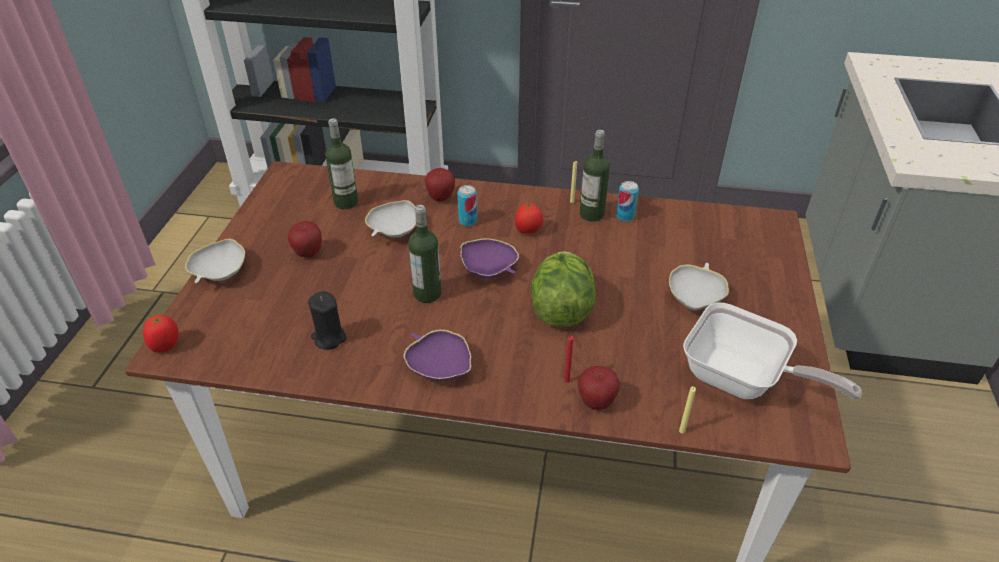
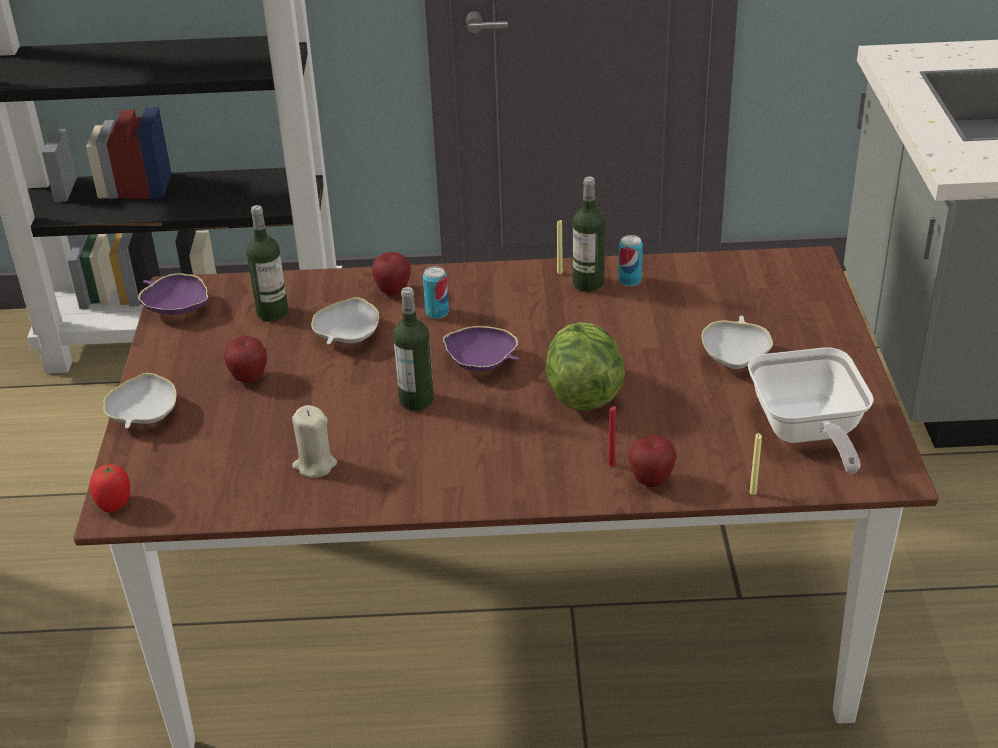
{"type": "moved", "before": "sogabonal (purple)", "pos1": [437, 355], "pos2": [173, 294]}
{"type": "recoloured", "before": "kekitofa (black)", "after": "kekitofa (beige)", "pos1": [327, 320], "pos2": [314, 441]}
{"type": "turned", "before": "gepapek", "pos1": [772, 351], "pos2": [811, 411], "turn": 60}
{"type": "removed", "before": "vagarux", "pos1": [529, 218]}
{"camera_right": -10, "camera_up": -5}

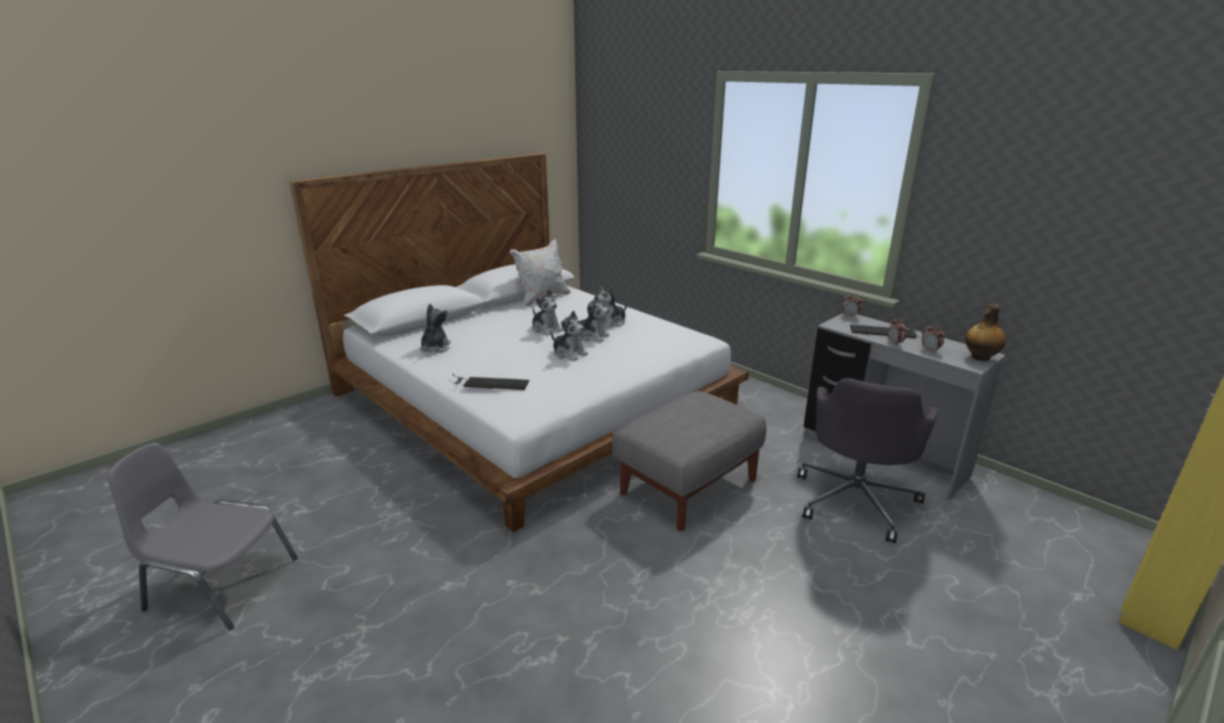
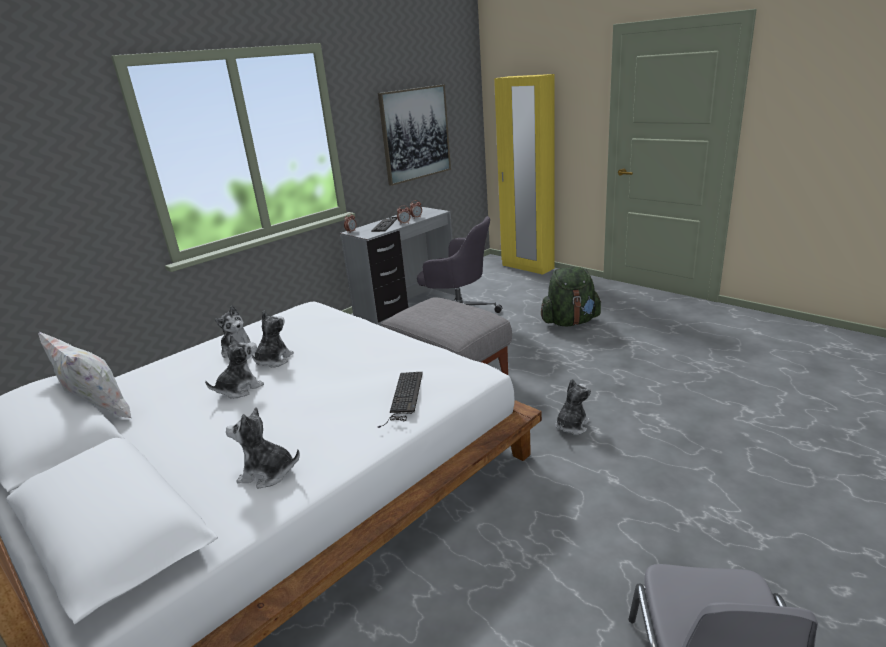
{"type": "added", "after": "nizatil", "pos2": [414, 135]}
{"type": "added", "after": "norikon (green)", "pos2": [571, 296]}
{"type": "moved", "before": "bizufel", "pos1": [569, 336], "pos2": [573, 407]}
{"type": "removed", "before": "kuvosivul", "pos1": [985, 332]}
{"camera_right": -90, "camera_up": 0}

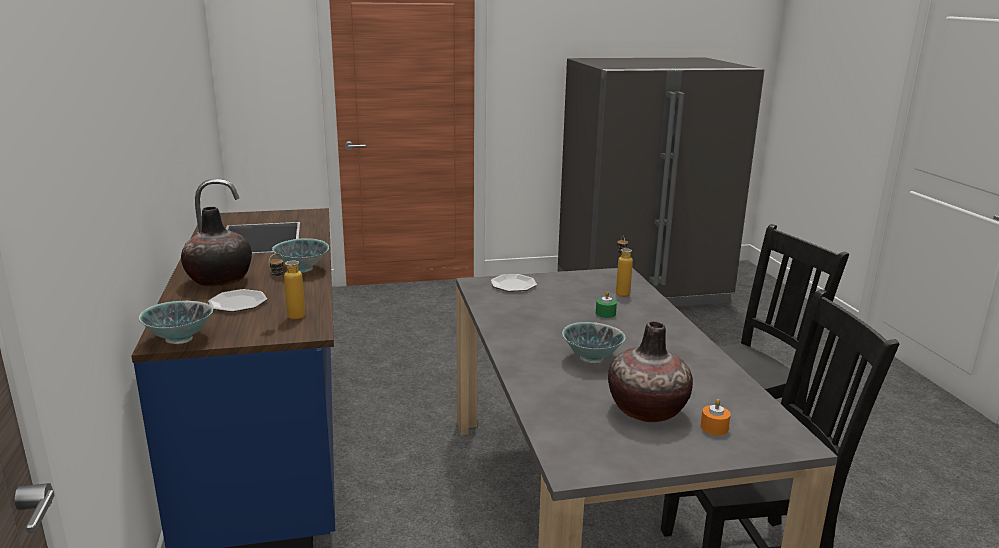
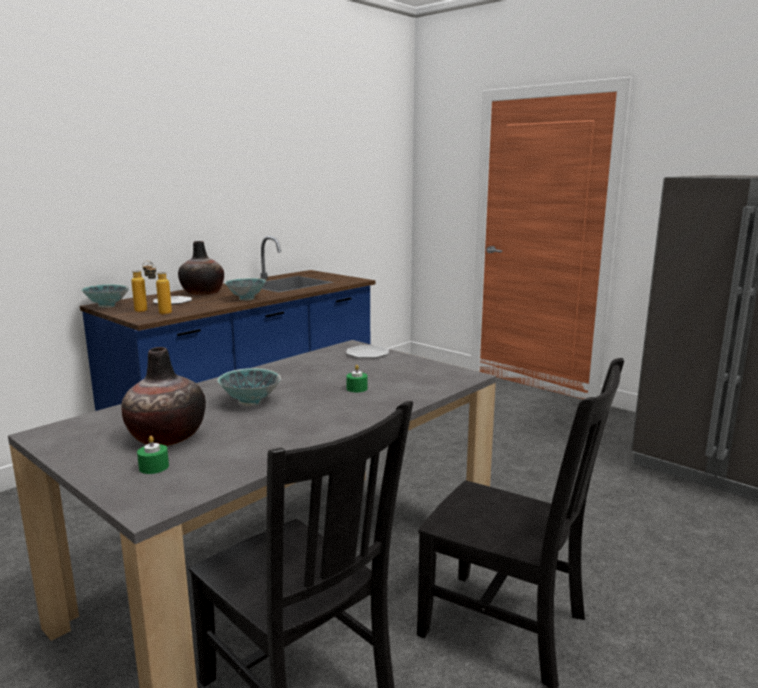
{"type": "moved", "before": "kuvosivul", "pos1": [624, 266], "pos2": [142, 286]}
{"type": "recoloured", "before": "kekitofa (orange)", "after": "kekitofa (green)", "pos1": [715, 417], "pos2": [153, 455]}
{"camera_right": 55, "camera_up": -5}

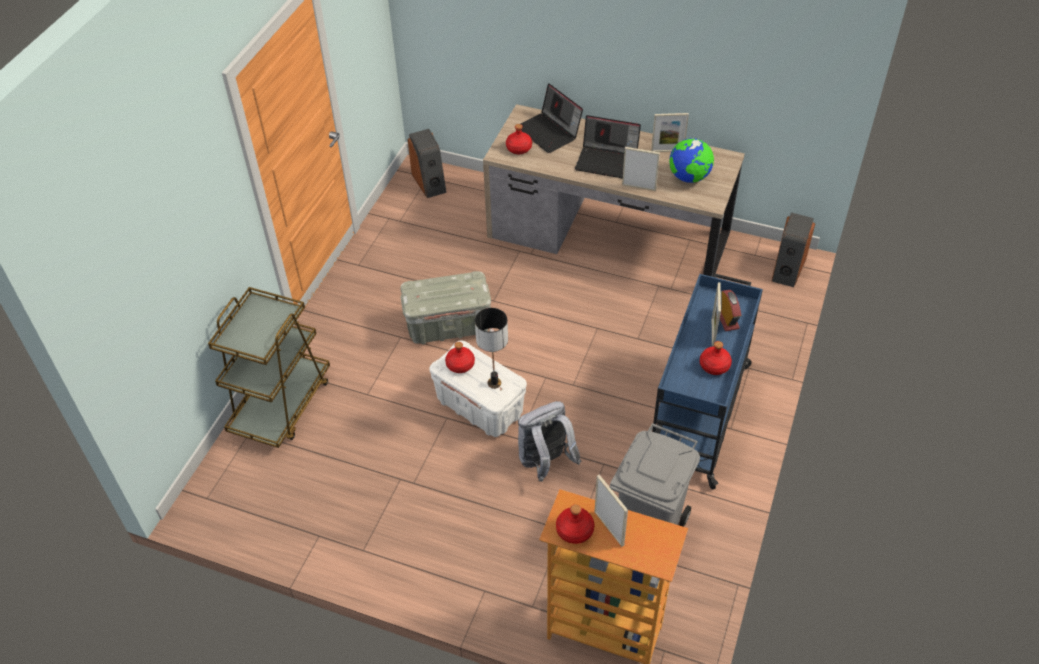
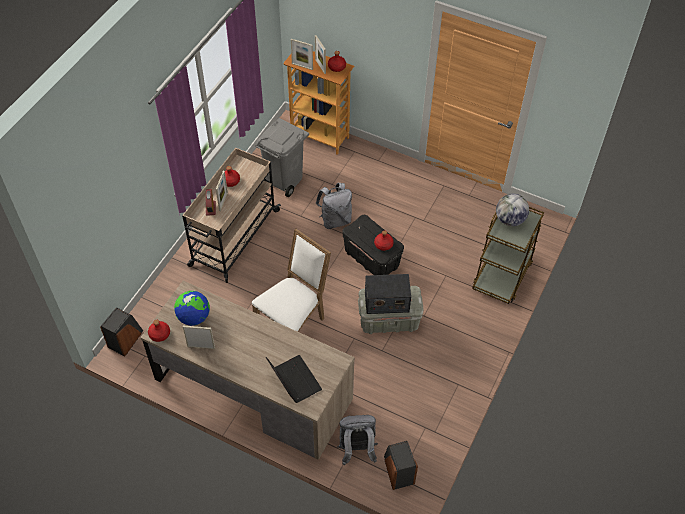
{"type": "moved", "before": "kuvosivul (red)", "pos1": [519, 139], "pos2": [159, 331]}
{"type": "recoloured", "before": "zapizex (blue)", "after": "zapizex (beige)", "pos1": [707, 382], "pos2": [231, 215]}
{"type": "added", "after": "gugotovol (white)", "pos2": [291, 280]}
{"type": "moved", "before": "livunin", "pos1": [641, 169], "pos2": [302, 54]}
{"type": "added", "after": "norikon (grey)", "pos2": [357, 440]}
{"type": "recoloured", "before": "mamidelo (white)", "after": "mamidelo (black)", "pos1": [478, 388], "pos2": [373, 245]}
{"type": "added", "after": "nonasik", "pos2": [388, 294]}
{"type": "added", "after": "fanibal", "pos2": [512, 210]}
{"type": "removed", "before": "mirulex", "pos1": [491, 348]}
{"type": "removed", "before": "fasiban", "pos1": [608, 147]}
{"camera_right": -175, "camera_up": 5}

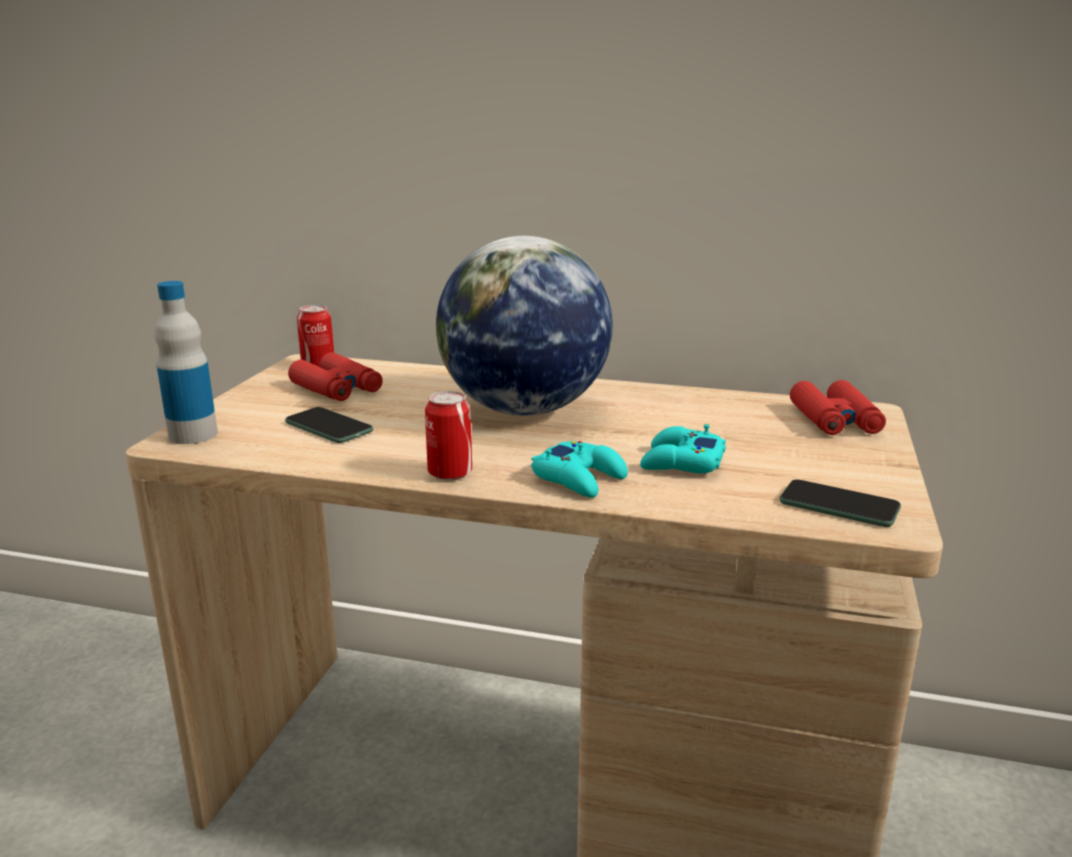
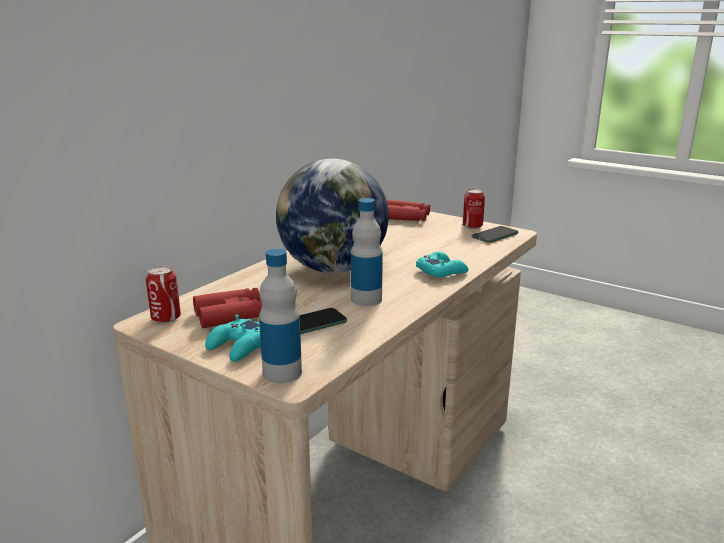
{"type": "moved", "before": "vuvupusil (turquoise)", "pos1": [683, 448], "pos2": [233, 338]}
{"type": "added", "after": "kuvosivul", "pos2": [367, 252]}
{"type": "moved", "before": "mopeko", "pos1": [448, 435], "pos2": [474, 209]}
{"camera_right": -70, "camera_up": 0}

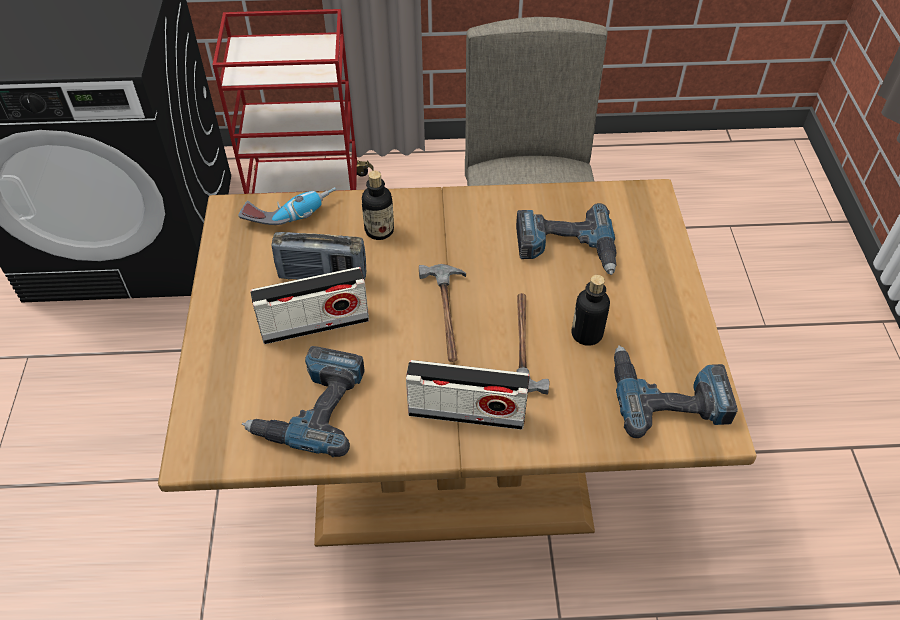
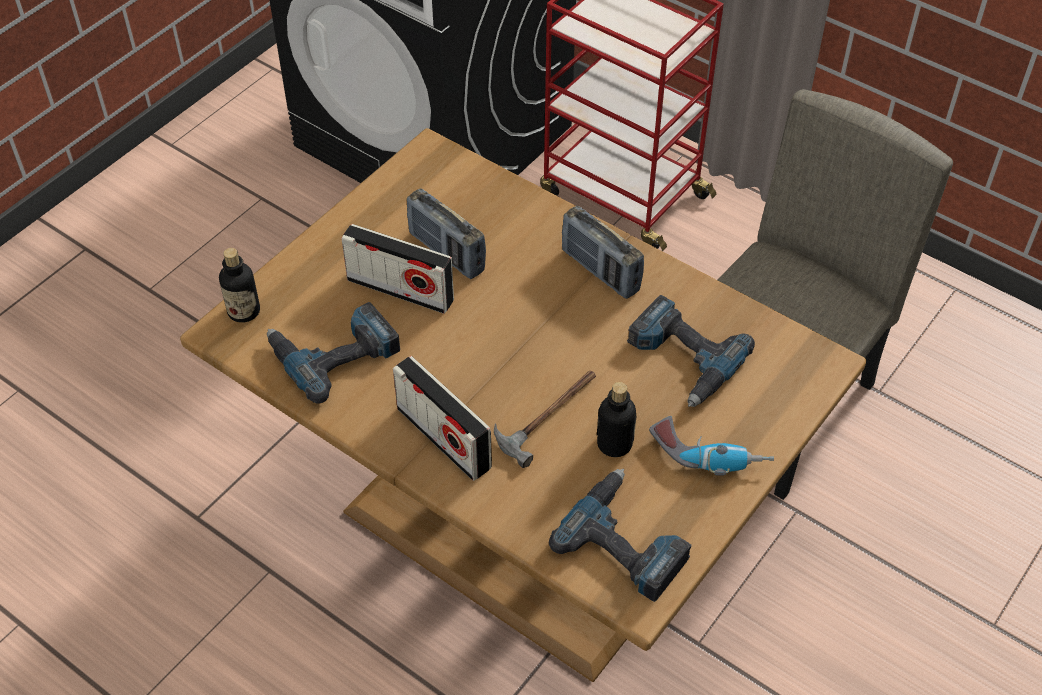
{"type": "moved", "before": "kuvosivul", "pos1": [378, 205], "pos2": [239, 285]}
{"type": "added", "after": "nonasik", "pos2": [603, 252]}
{"type": "moved", "before": "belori", "pos1": [287, 206], "pos2": [711, 445]}
{"type": "removed", "before": "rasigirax", "pos1": [442, 313]}
{"camera_right": 40, "camera_up": 0}

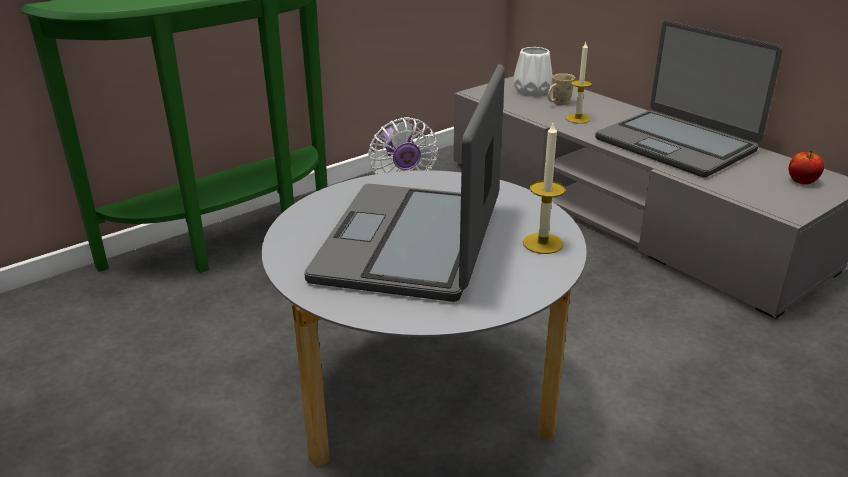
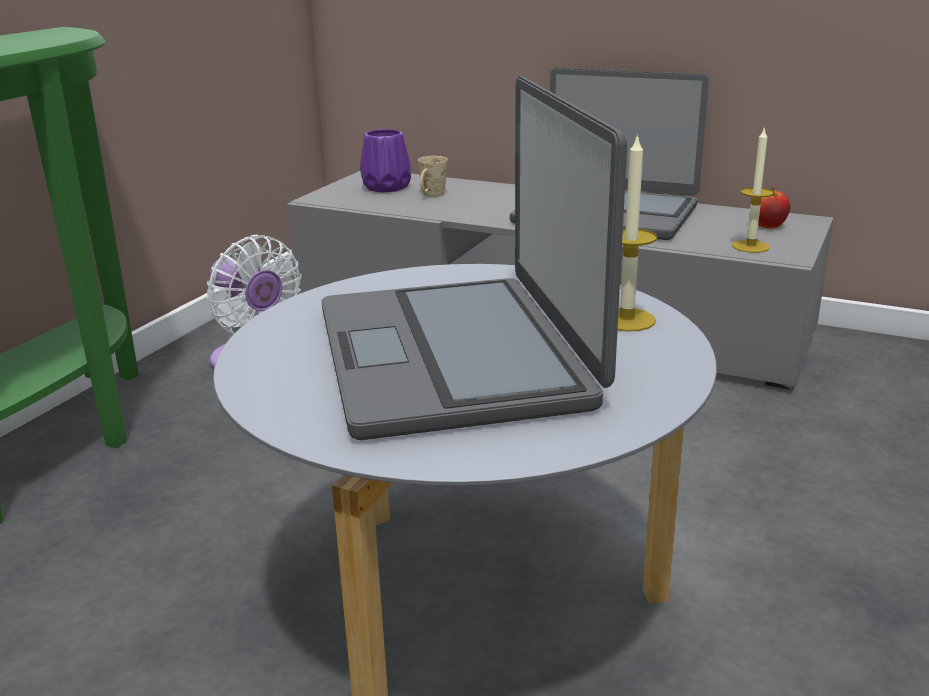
{"type": "recoloured", "before": "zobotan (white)", "after": "zobotan (purple)", "pos1": [533, 71], "pos2": [385, 161]}
{"type": "moved", "before": "kekitofa", "pos1": [579, 83], "pos2": [753, 190]}
{"camera_right": -25, "camera_up": -5}

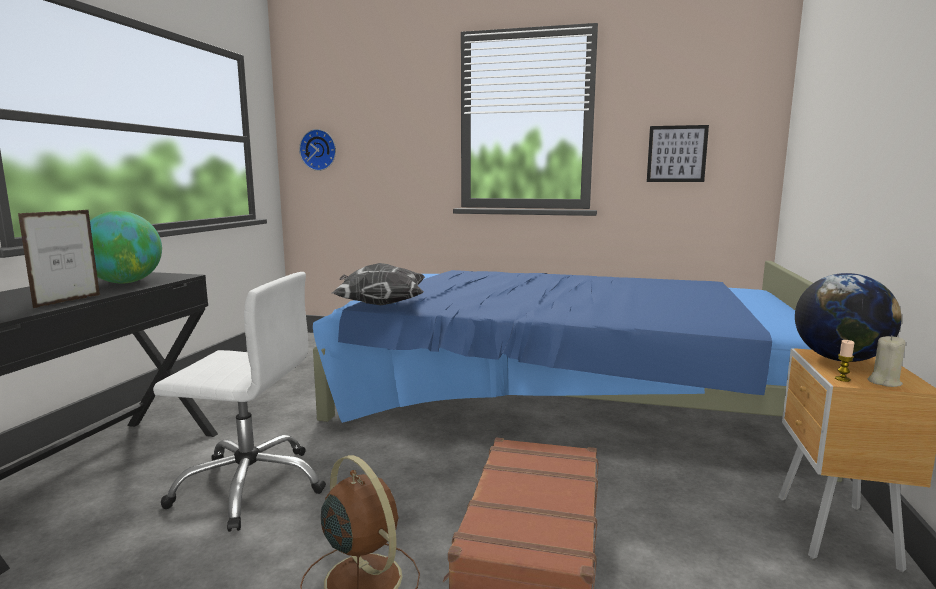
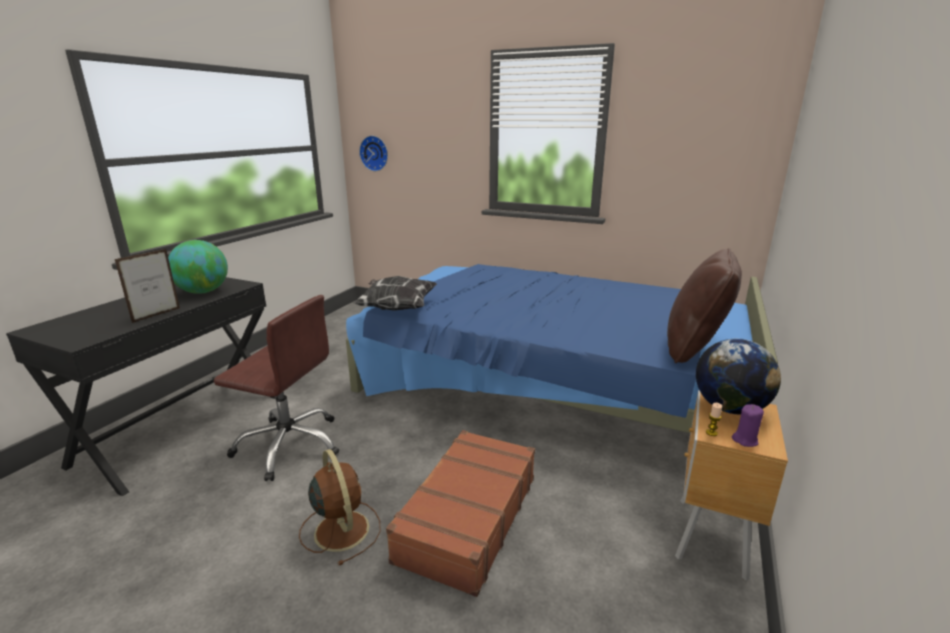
{"type": "recoloured", "before": "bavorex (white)", "after": "bavorex (brown)", "pos1": [239, 402], "pos2": [276, 388]}
{"type": "added", "after": "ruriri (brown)", "pos2": [704, 305]}
{"type": "recoloured", "before": "kekitofa (beige)", "after": "kekitofa (purple)", "pos1": [887, 361], "pos2": [748, 425]}
{"type": "removed", "before": "nizatil", "pos1": [678, 153]}
{"camera_right": 10, "camera_up": 10}

